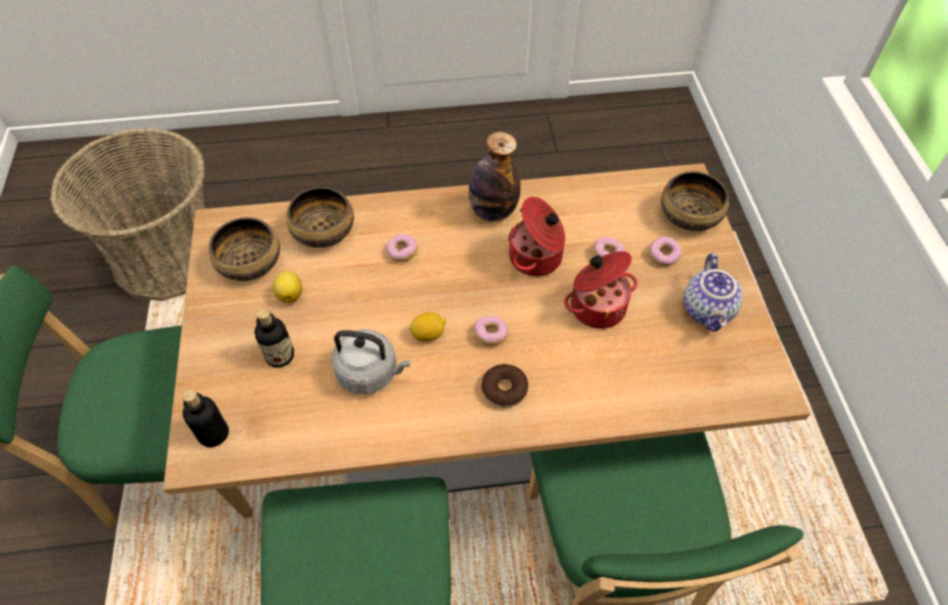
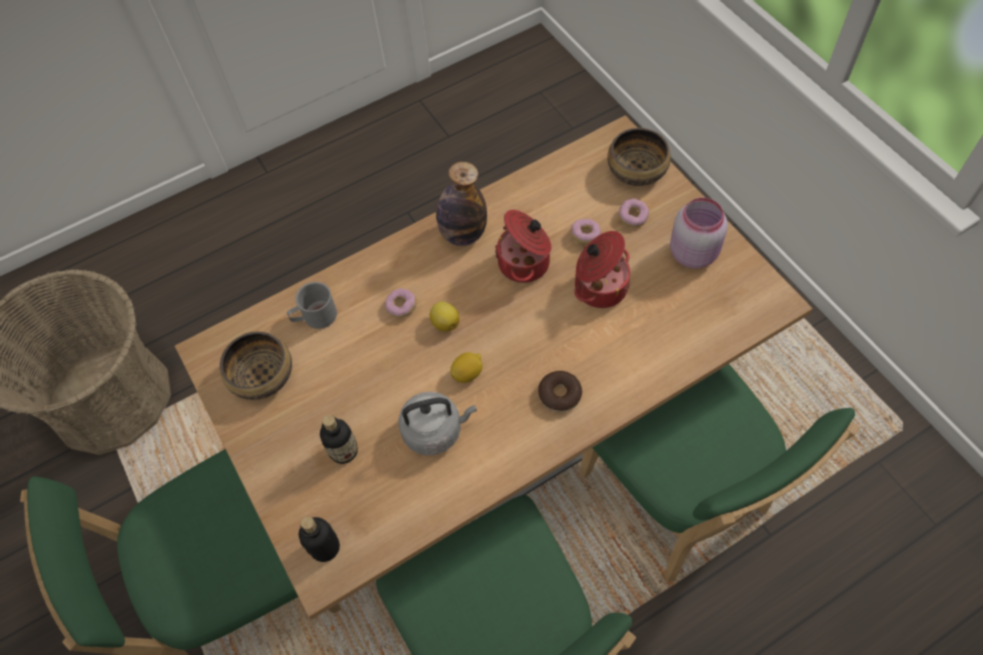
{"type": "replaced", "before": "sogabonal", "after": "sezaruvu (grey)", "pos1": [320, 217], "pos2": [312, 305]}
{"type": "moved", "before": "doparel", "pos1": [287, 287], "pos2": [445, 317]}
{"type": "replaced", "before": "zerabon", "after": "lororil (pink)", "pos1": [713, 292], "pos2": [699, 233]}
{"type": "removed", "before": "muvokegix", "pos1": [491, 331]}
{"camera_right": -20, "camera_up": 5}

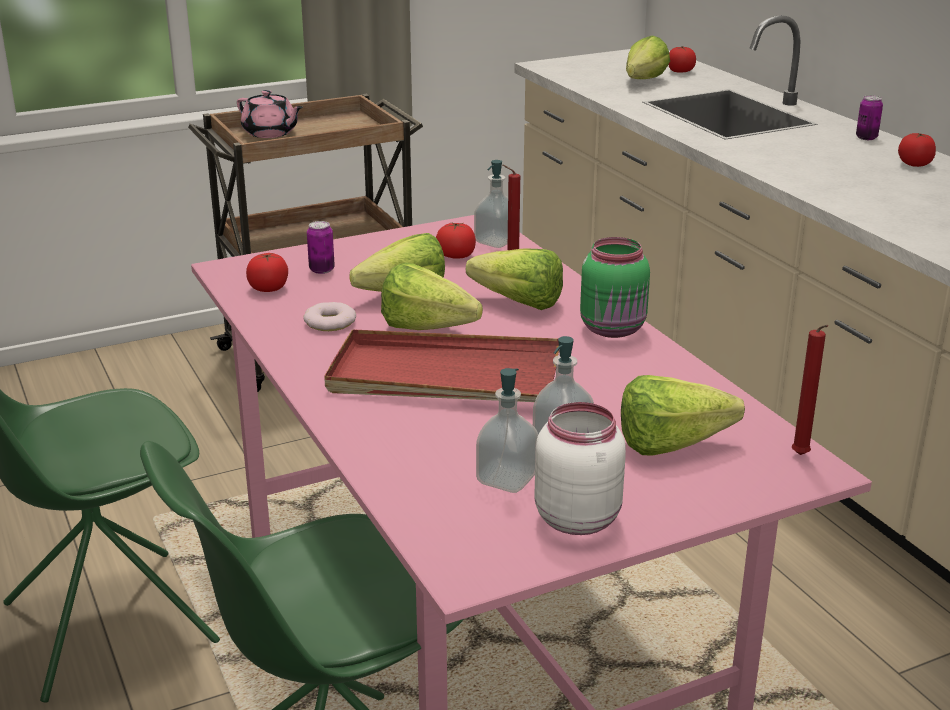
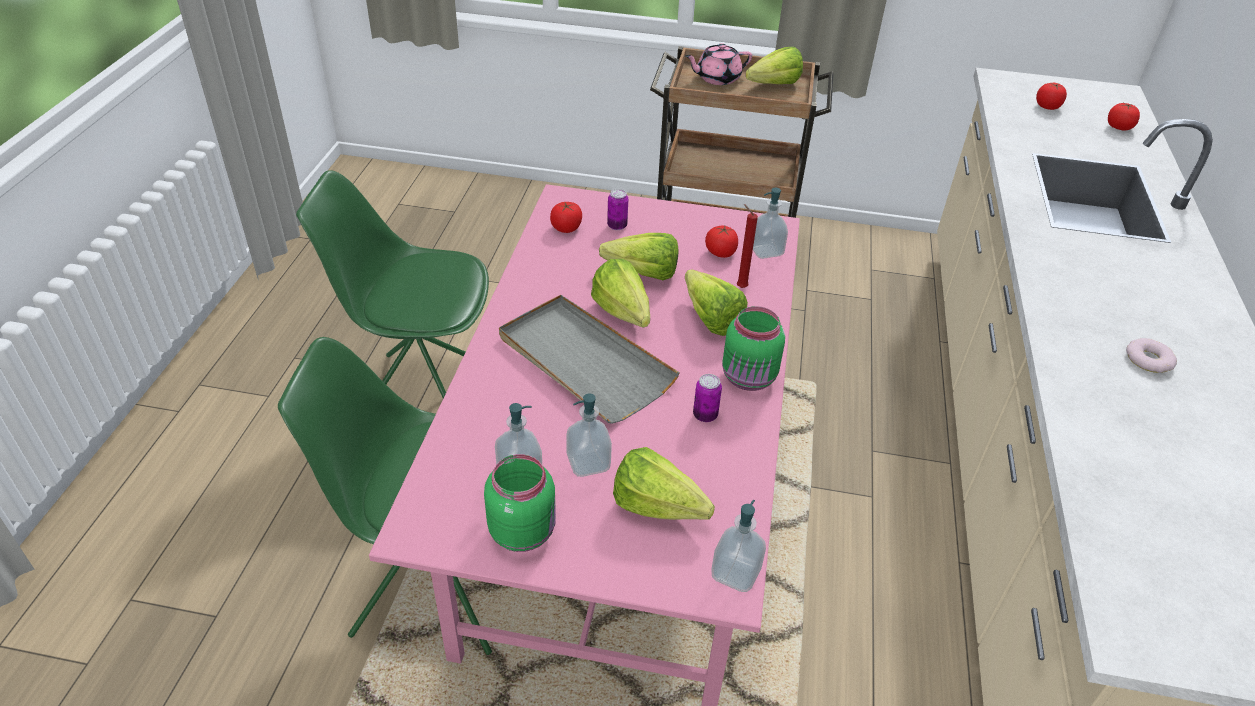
{"type": "recoloured", "before": "lororil (white)", "after": "lororil (green)", "pos1": [580, 468], "pos2": [520, 503]}
{"type": "recoloured", "before": "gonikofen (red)", "after": "gonikofen (grey)", "pos1": [441, 365], "pos2": [589, 359]}
{"type": "turned", "before": "zerabon (pink)", "pos1": [270, 114], "pos2": [718, 64], "turn": 90}
{"type": "moved", "before": "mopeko", "pos1": [869, 117], "pos2": [707, 398]}
{"type": "replaced", "before": "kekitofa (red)", "after": "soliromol", "pos1": [810, 390], "pos2": [738, 546]}
{"type": "moved", "before": "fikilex", "pos1": [648, 57], "pos2": [774, 65]}
{"type": "moved", "before": "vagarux", "pos1": [917, 150], "pos2": [1051, 96]}
{"type": "moved", "before": "muvokegix", "pos1": [329, 316], "pos2": [1151, 355]}
{"camera_right": 35, "camera_up": 15}

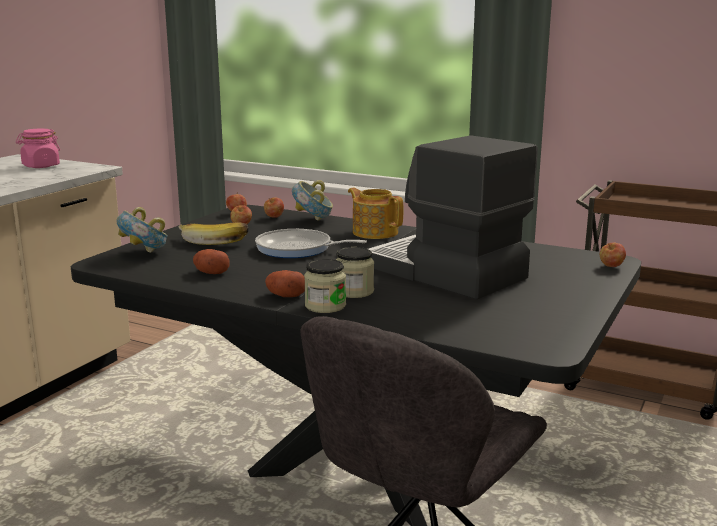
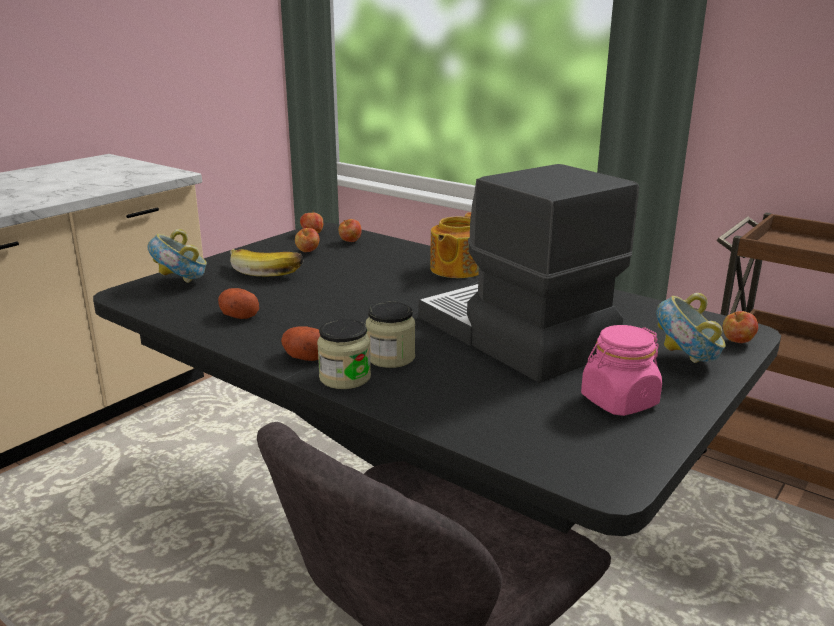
{"type": "turned", "before": "zerabon", "pos1": [375, 213], "pos2": [454, 245], "turn": -120}
{"type": "moved", "before": "lororil (pink)", "pos1": [38, 148], "pos2": [621, 370]}
{"type": "moved", "before": "sogabonal", "pos1": [312, 200], "pos2": [691, 328]}
{"type": "removed", "before": "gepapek", "pos1": [311, 243]}
{"camera_right": 10, "camera_up": 5}

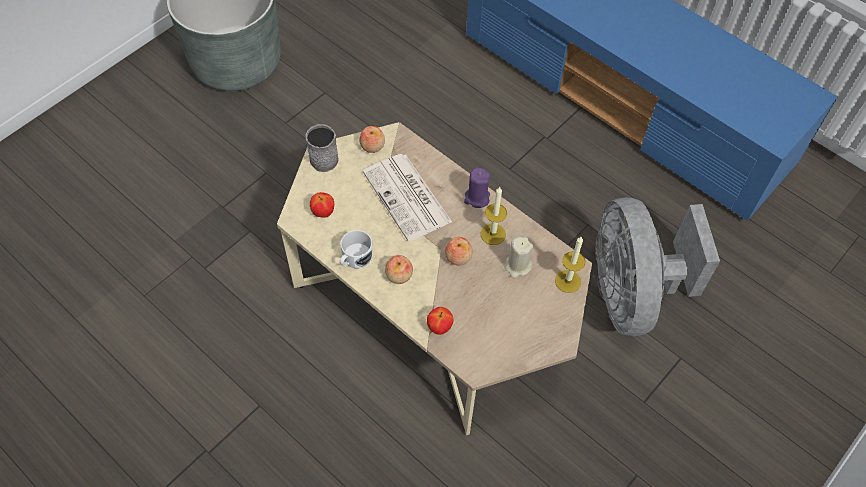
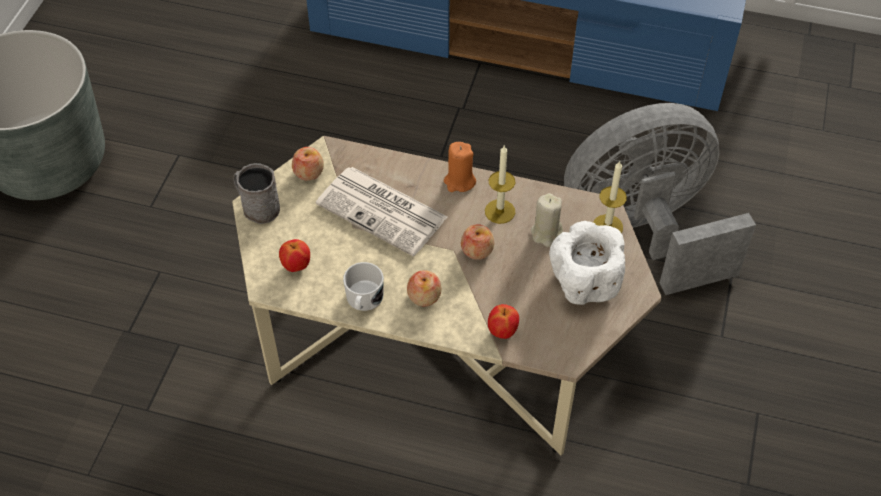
{"type": "recoloured", "before": "kekitofa (purple)", "after": "kekitofa (orange)", "pos1": [477, 187], "pos2": [460, 167]}
{"type": "added", "after": "sogabonal (white)", "pos2": [587, 263]}
{"type": "turned", "before": "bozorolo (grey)", "pos1": [657, 266], "pos2": [660, 199], "turn": 105}
{"camera_right": -25, "camera_up": -5}

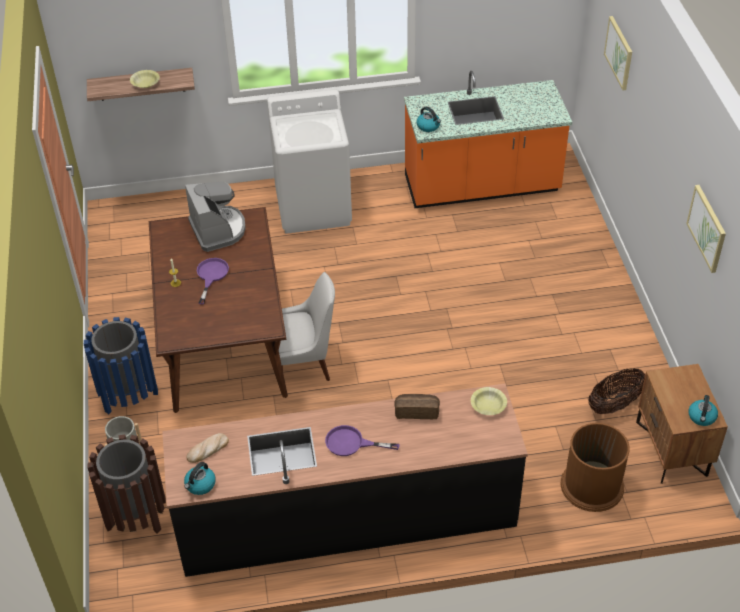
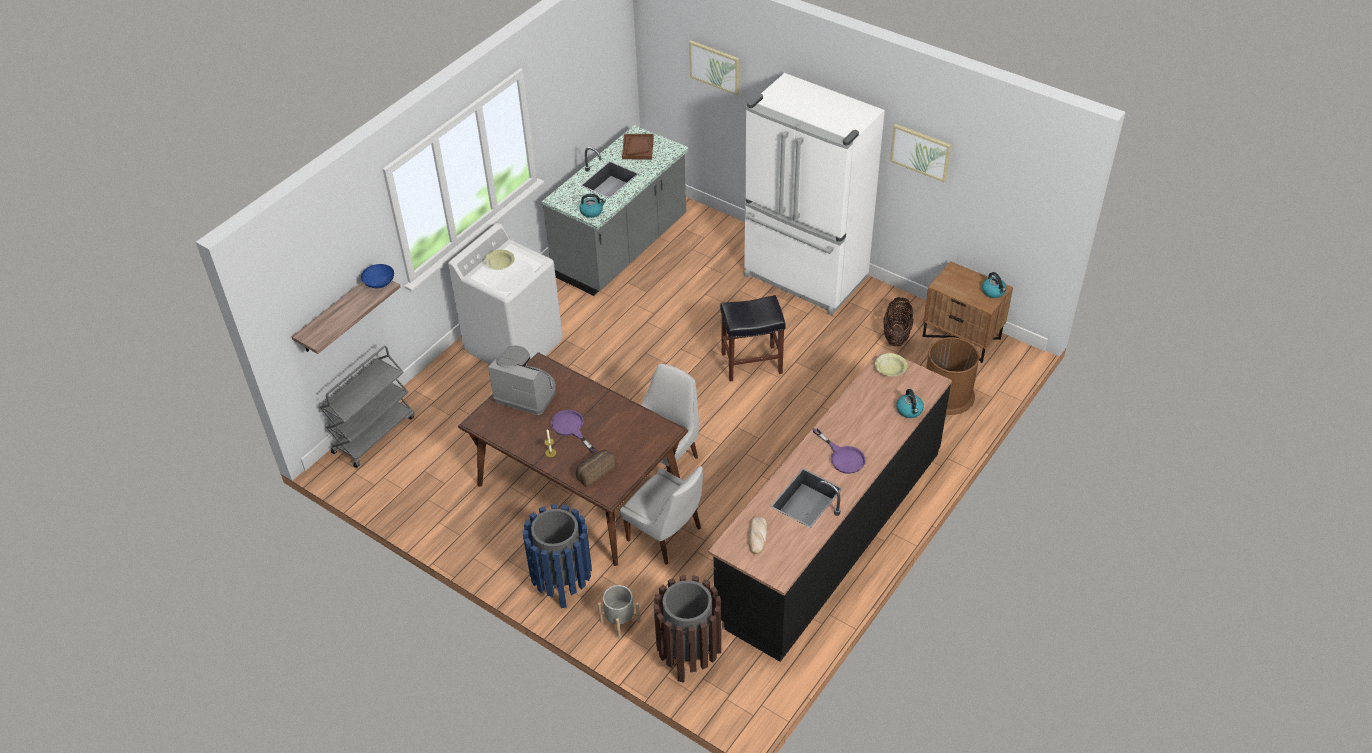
{"type": "added", "after": "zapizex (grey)", "pos2": [367, 407]}
{"type": "added", "after": "sogabonal (blue)", "pos2": [377, 276]}
{"type": "moved", "before": "sogabonal (yellow)", "pos1": [145, 79], "pos2": [500, 259]}
{"type": "recoloured", "before": "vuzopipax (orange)", "after": "vuzopipax (grey)", "pos1": [488, 139], "pos2": [615, 210]}
{"type": "moved", "before": "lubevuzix", "pos1": [417, 406], "pos2": [595, 468]}
{"type": "added", "after": "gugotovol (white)", "pos2": [661, 515]}
{"type": "added", "after": "gonikofen (brown)", "pos2": [638, 146]}
{"type": "added", "after": "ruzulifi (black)", "pos2": [753, 338]}
{"type": "added", "after": "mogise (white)", "pos2": [814, 194]}
{"type": "turned", "before": "gepapek (purple)", "pos1": [362, 440], "pos2": [839, 451], "turn": -90}
{"type": "moved", "before": "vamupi", "pos1": [200, 478], "pos2": [910, 403]}
{"camera_right": -45, "camera_up": 0}

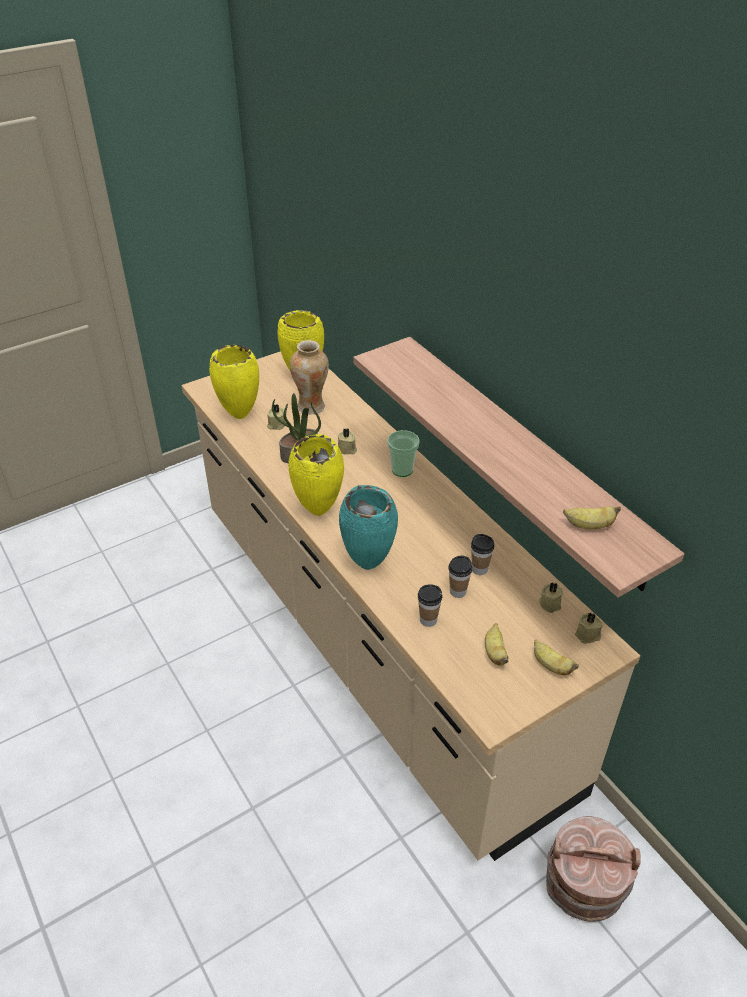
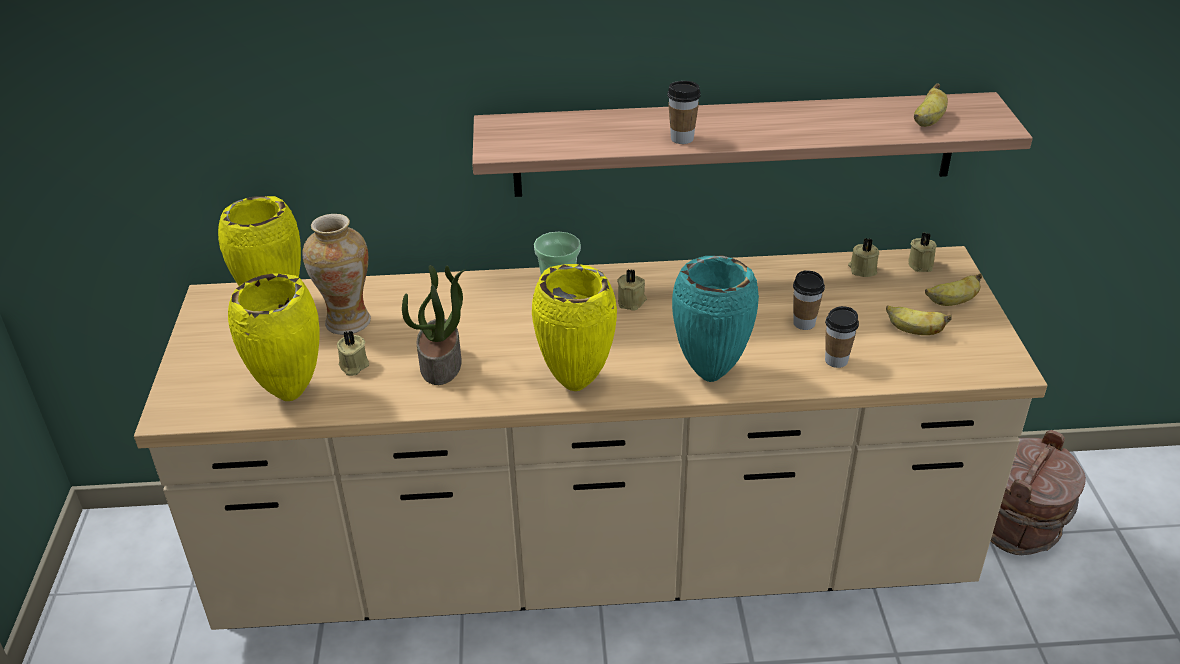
{"type": "moved", "before": "kekitofa (beige)", "pos1": [347, 441], "pos2": [632, 289]}
{"type": "moved", "before": "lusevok", "pos1": [483, 554], "pos2": [684, 112]}
{"camera_right": -60, "camera_up": -5}

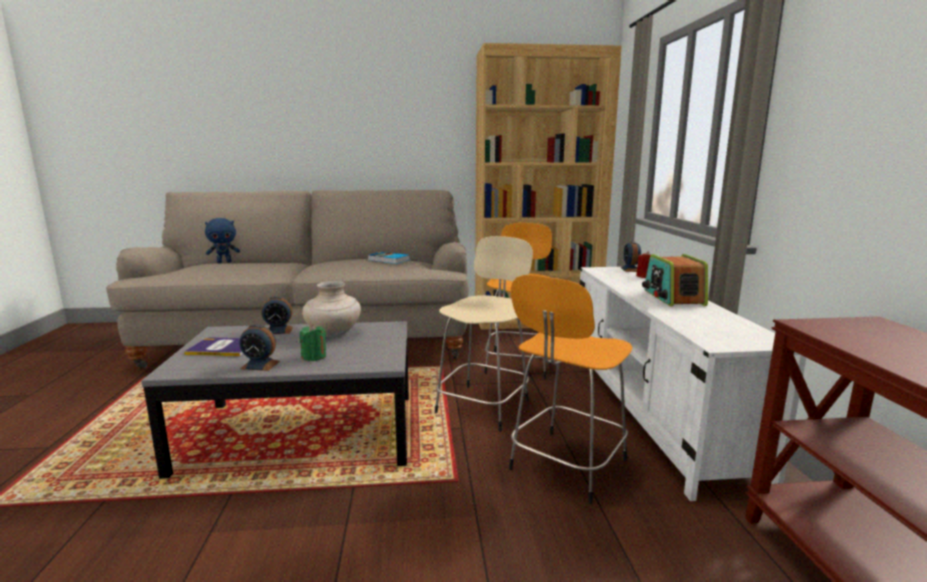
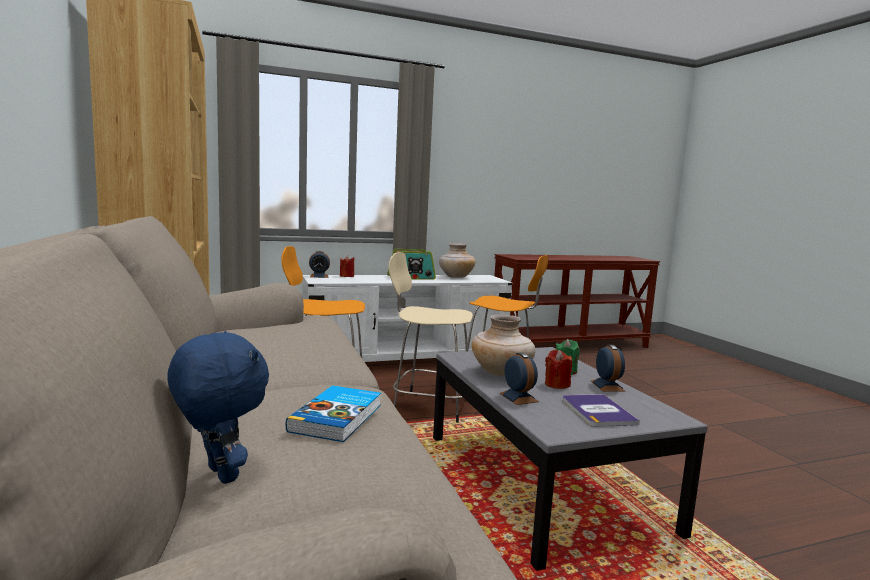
{"type": "moved", "before": "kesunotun", "pos1": [389, 258], "pos2": [333, 413]}
{"type": "added", "after": "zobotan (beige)", "pos2": [457, 260]}
{"type": "added", "after": "kekitofa (red)", "pos2": [558, 369]}
{"camera_right": -105, "camera_up": -5}

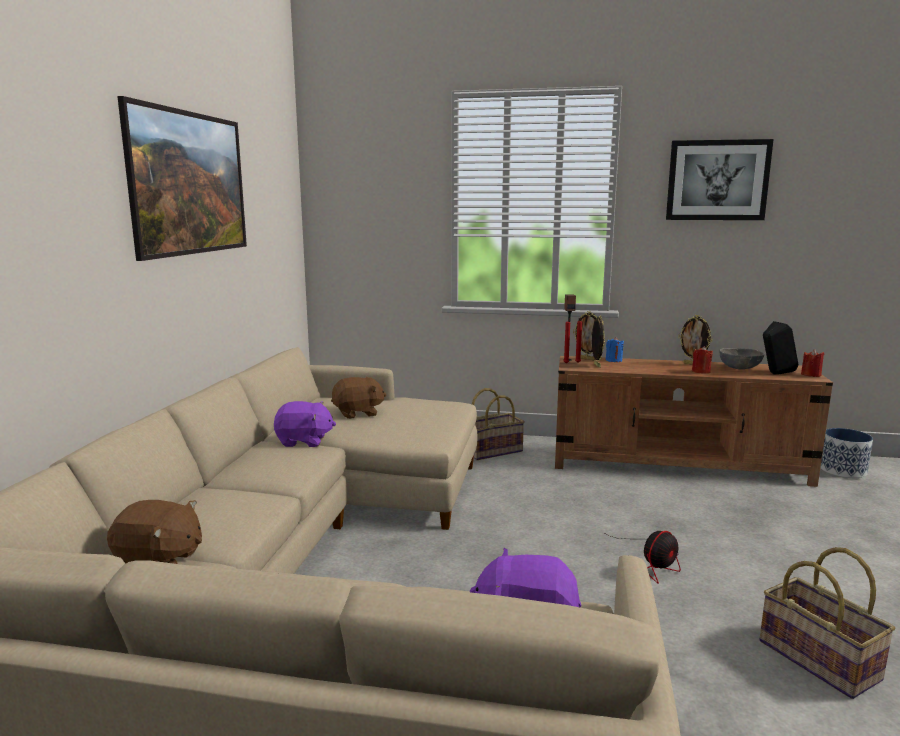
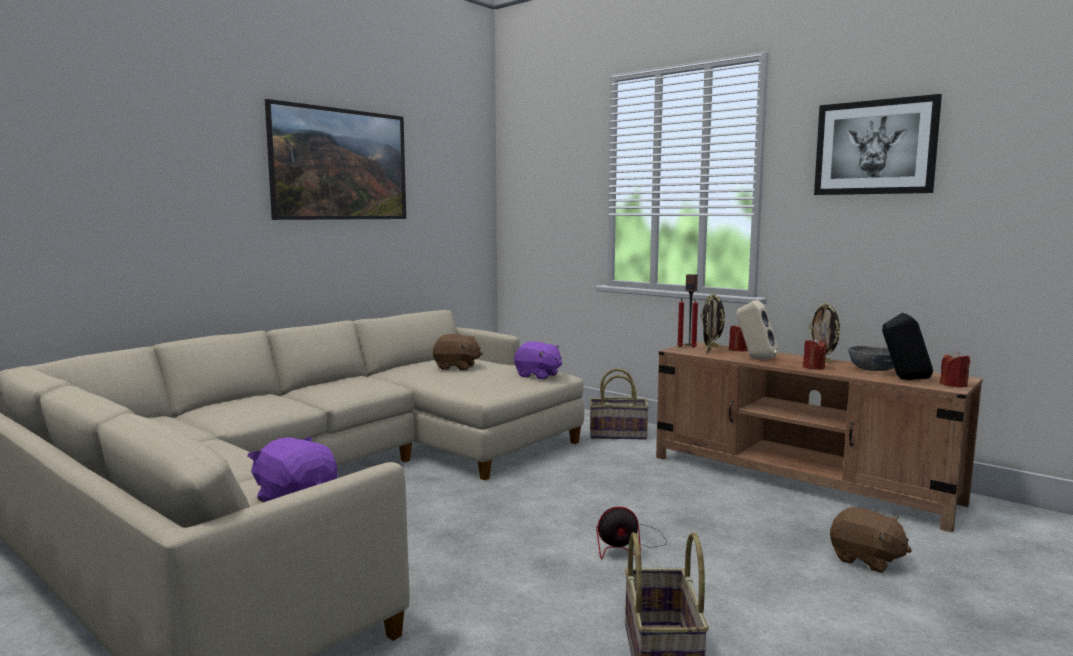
{"type": "moved", "before": "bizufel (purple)", "pos1": [305, 424], "pos2": [538, 360]}
{"type": "recoloured", "before": "kekitofa (blue)", "after": "kekitofa (red)", "pos1": [615, 349], "pos2": [738, 338]}
{"type": "added", "after": "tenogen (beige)", "pos2": [757, 329]}
{"type": "moved", "before": "bizufel (brown)", "pos1": [154, 532], "pos2": [871, 540]}
{"type": "removed", "before": "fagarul", "pos1": [846, 453]}
{"camera_right": 30, "camera_up": -5}

